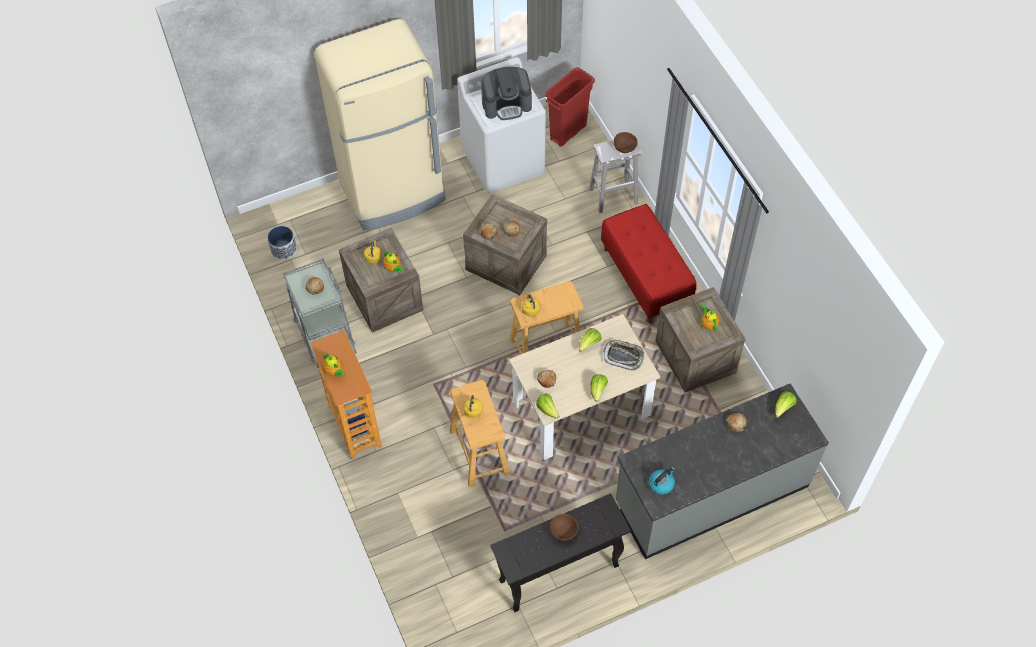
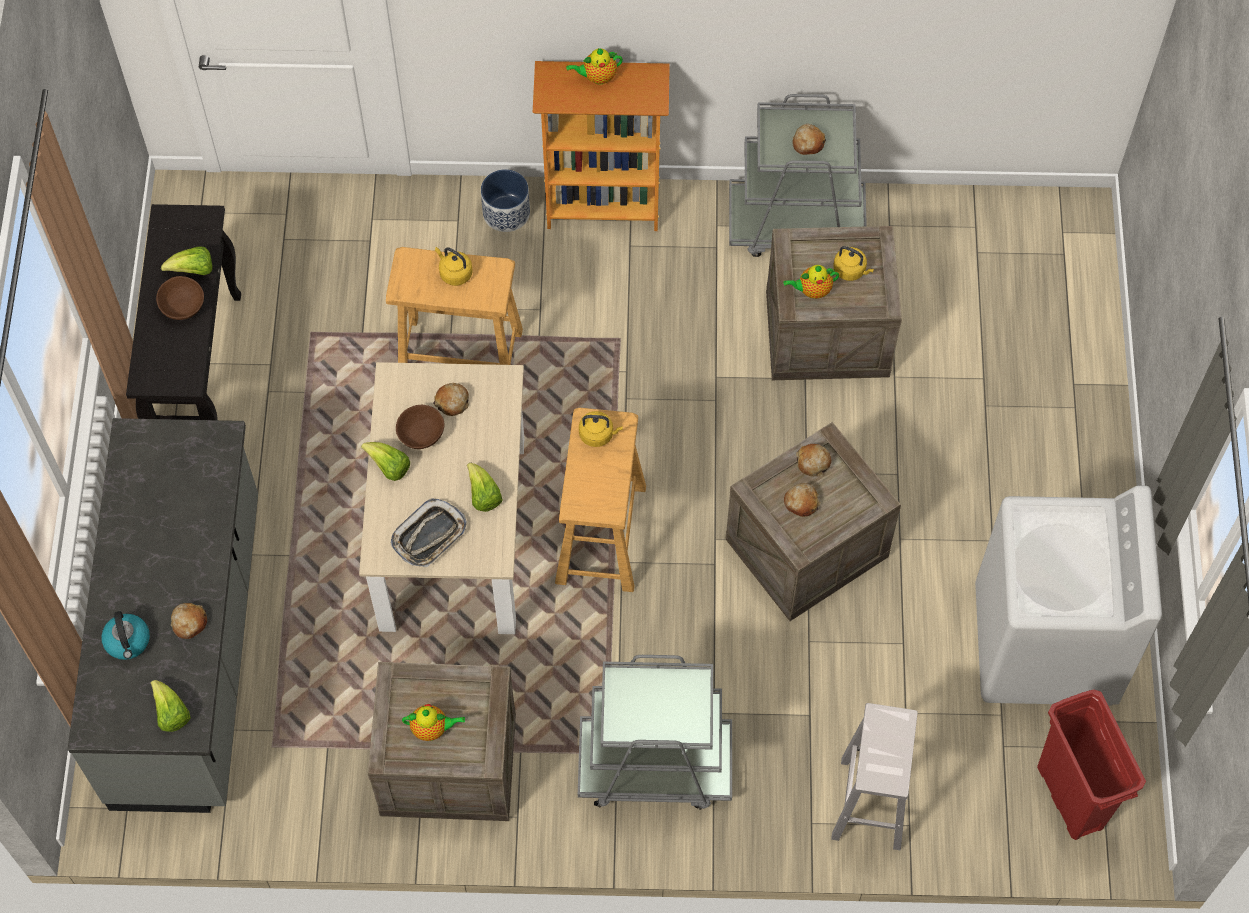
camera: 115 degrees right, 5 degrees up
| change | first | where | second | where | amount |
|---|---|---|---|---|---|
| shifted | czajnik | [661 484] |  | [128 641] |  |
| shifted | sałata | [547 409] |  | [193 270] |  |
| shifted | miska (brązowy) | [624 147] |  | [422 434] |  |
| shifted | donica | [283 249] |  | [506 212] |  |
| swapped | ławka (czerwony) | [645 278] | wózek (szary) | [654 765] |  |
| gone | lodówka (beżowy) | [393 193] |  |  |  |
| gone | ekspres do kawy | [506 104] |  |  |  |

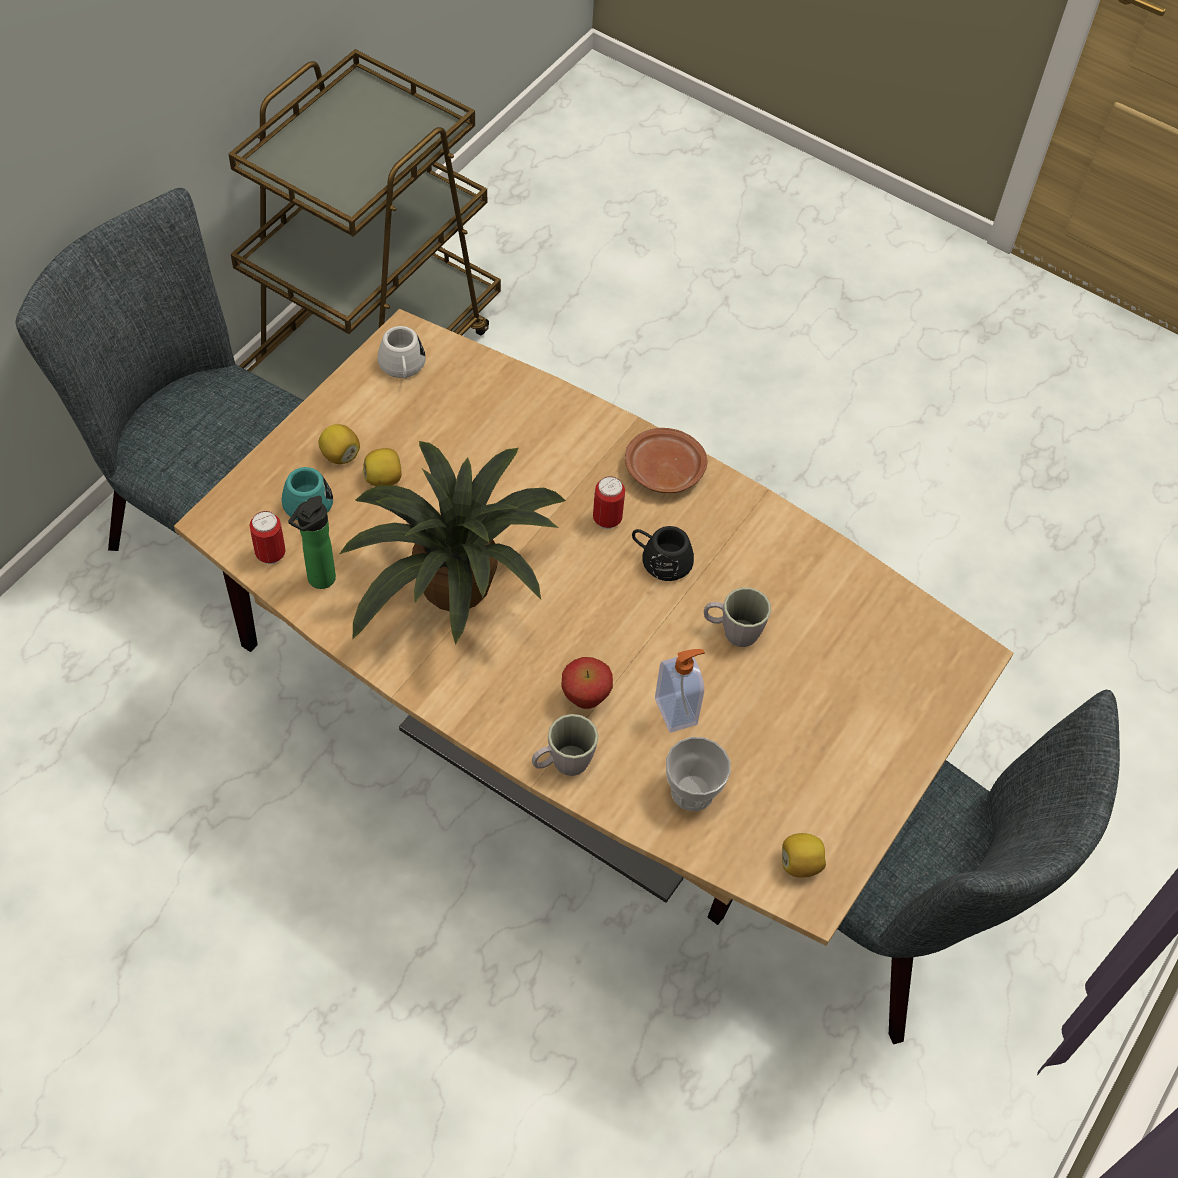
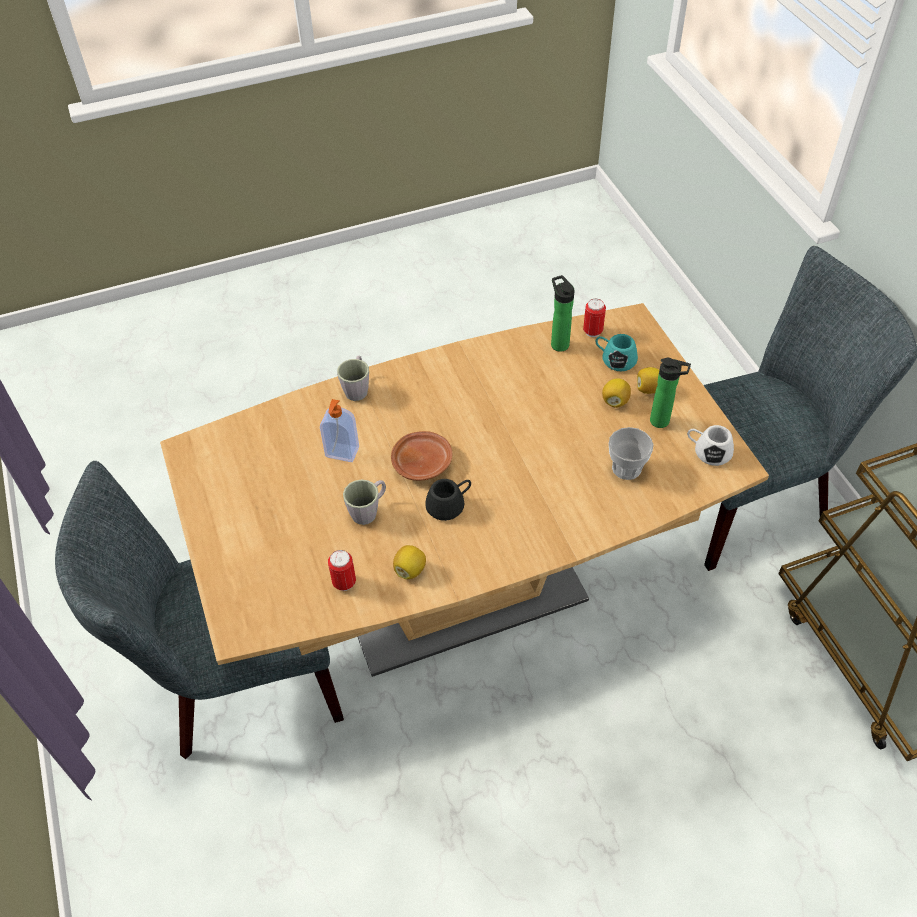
camera: 130 degrees right, 5 degrees down
| change | first | where | second | where | amount |
|---|---|---|---|---|---|
| shifted | puszka | [607 519] |  | [344 582] |  |
| shifted | talerz (brązowy) | [663 470] |  | [422 462] |  |
| shifted | cytryna | [800 863] |  | [410 569] |  |
| shifted | filiżanka | [692 791] |  | [626 468] |  |
| new |  |  | butelka | [662 422] |  |
| gone | roślina doniczkowa | [453 591] |  |  |  |
| gone | jabłko | [585 699] |  |  |  |

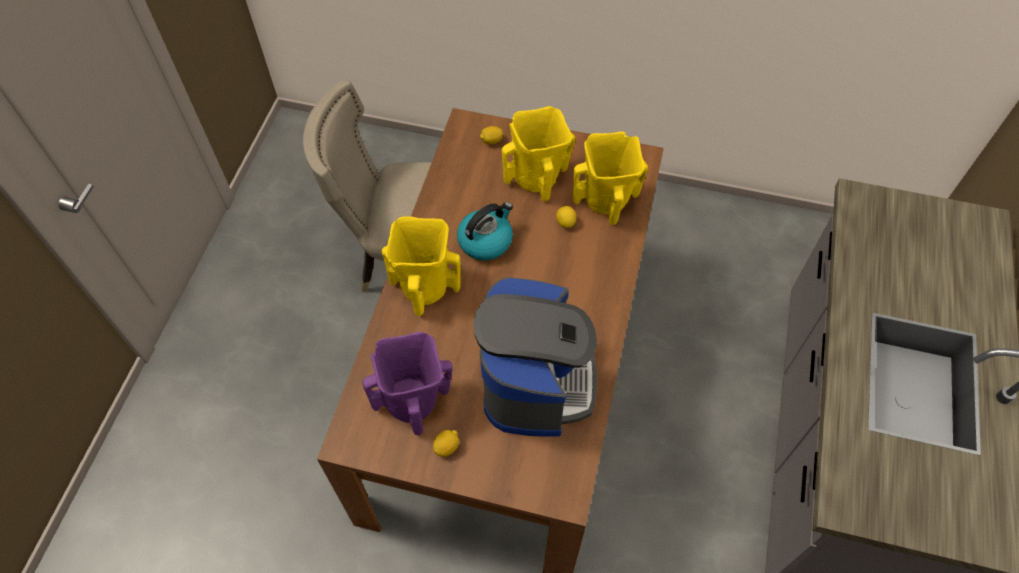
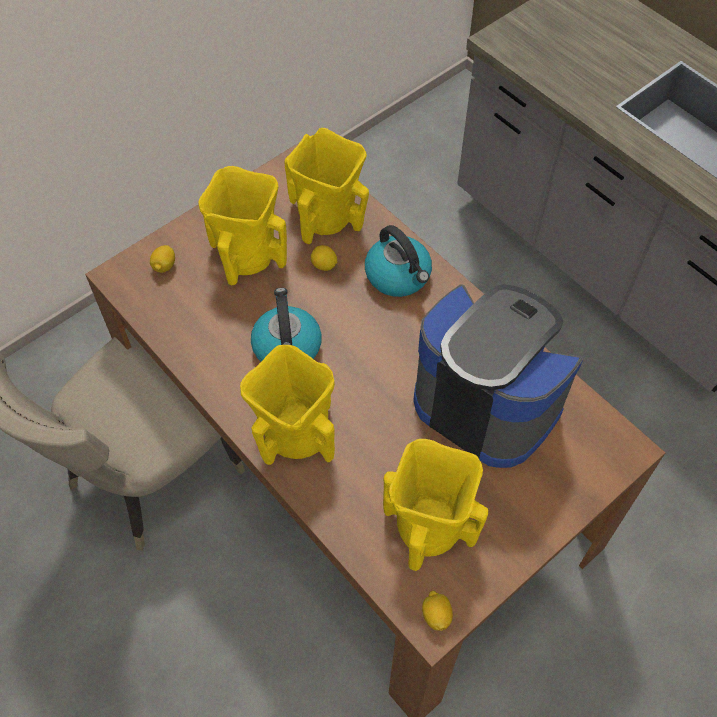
camera: 55 degrees left, 0 degrees up
| change | first | where | second | where | amount |
|---|---|---|---|---|---|
| new |  |  | czajnik | [399 276] |  |
| repainted | wazon (fioletowy) | [414 401] | wazon (żółty) | [429 525] |  |
| shifted | cytryna | [446 447] |  | [436 615] |  |

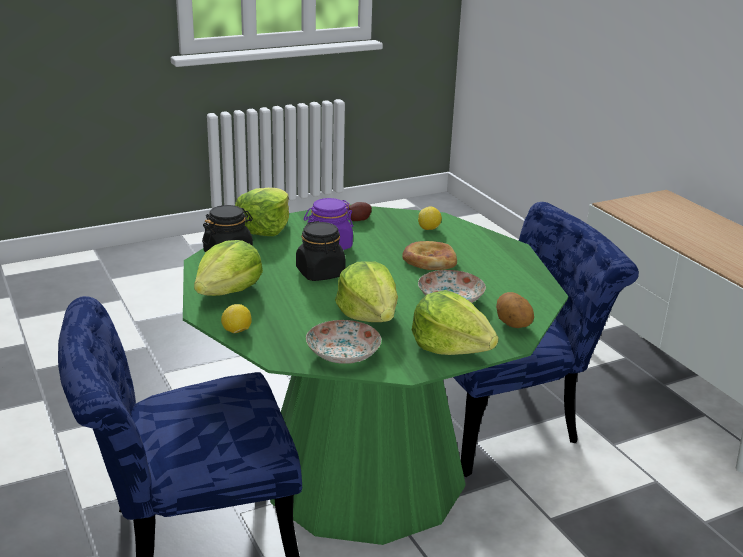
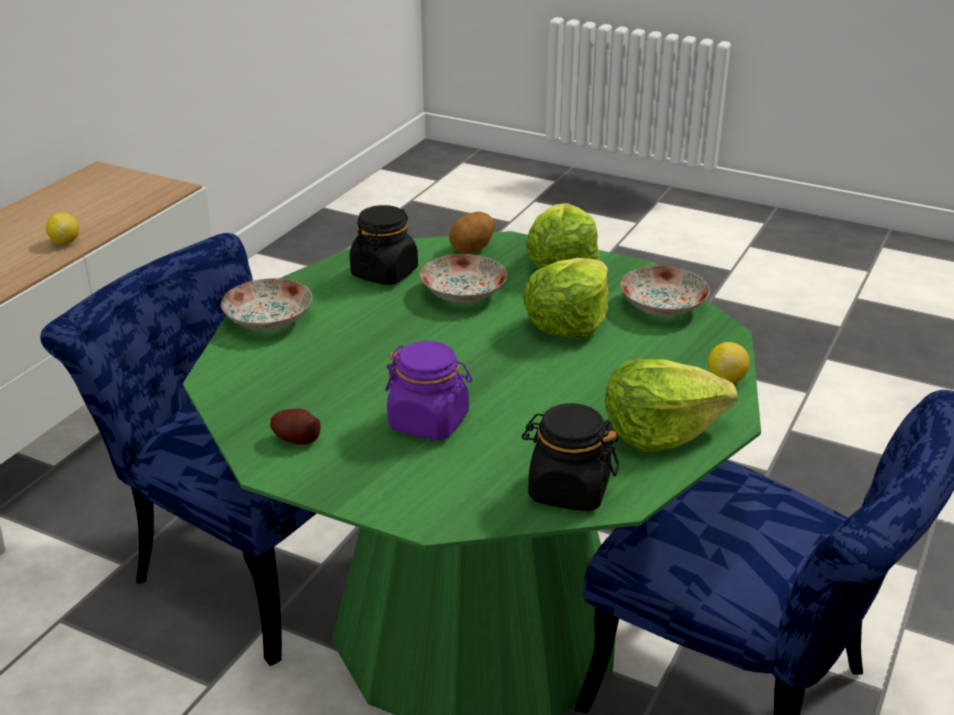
camera: 125 degrees left, 5 degrees up
| change | first | where | second | where | amount |
|---|---|---|---|---|---|
| shifted | cytryna | [429 229] |  | [65 242] |  |
| new |  |  | talerz | [268 319] |  |
| shifted | słoik (czarny) | [320 273] |  | [384 273] |  |
| gone | sałata | [264 228] |  |  |  |
| gone | chleb | [429 260] |  |  |  |

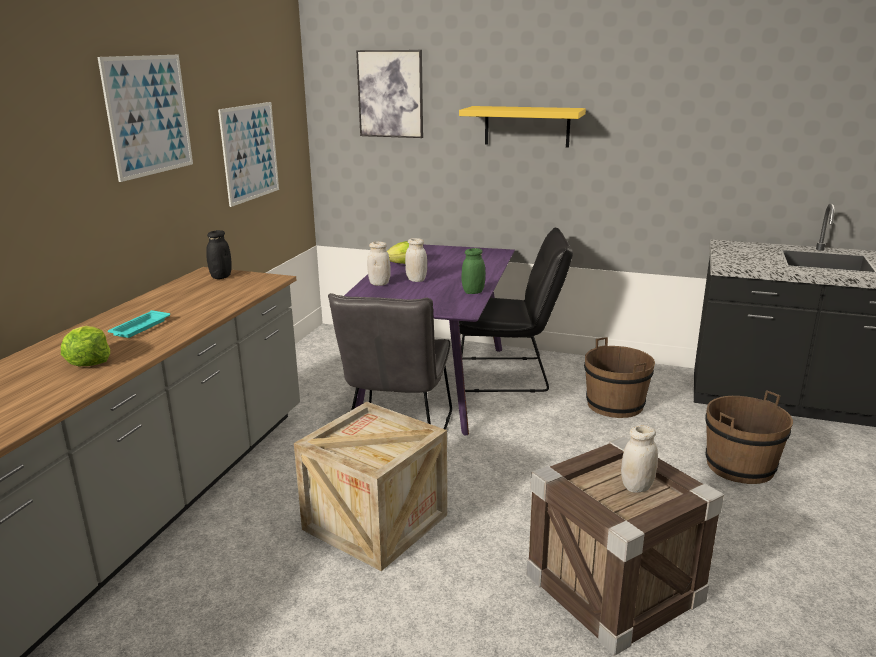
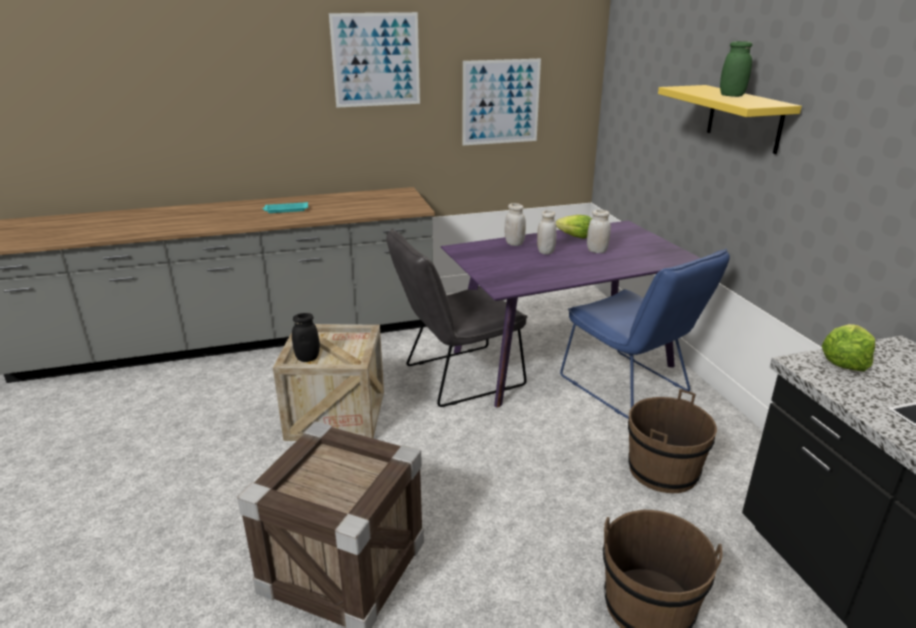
camera: 55 degrees right, 5 degrees up
| change | first | where | second | where | amount |
|---|---|---|---|---|---|
| shifted | słoik (czarny) | [221 277] |  | [307 358] |  |
| repainted | krzesło (czarny) | [508 375] | krzesło (niebieski) | [630 388] |  |
| shifted | słoik (biały) | [637 487] |  | [596 251] |  |
| shifted | słoik (zielony) | [473 292] |  | [731 95] |  |
| shifted | sałata | [88 361] |  | [844 361] |  |
| gone | obraz | [390 94] |  |  |  |

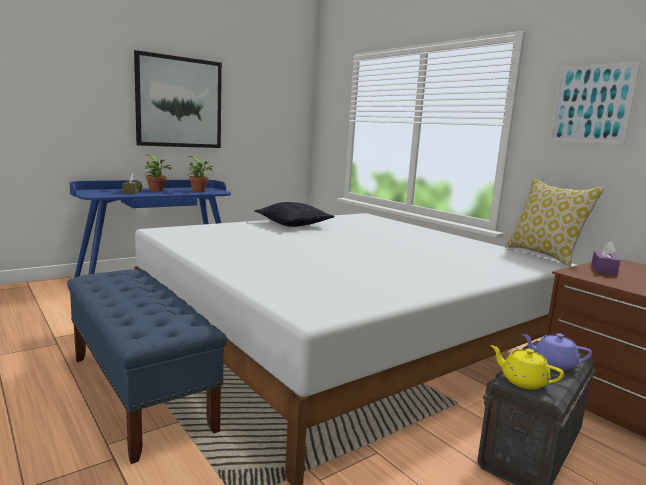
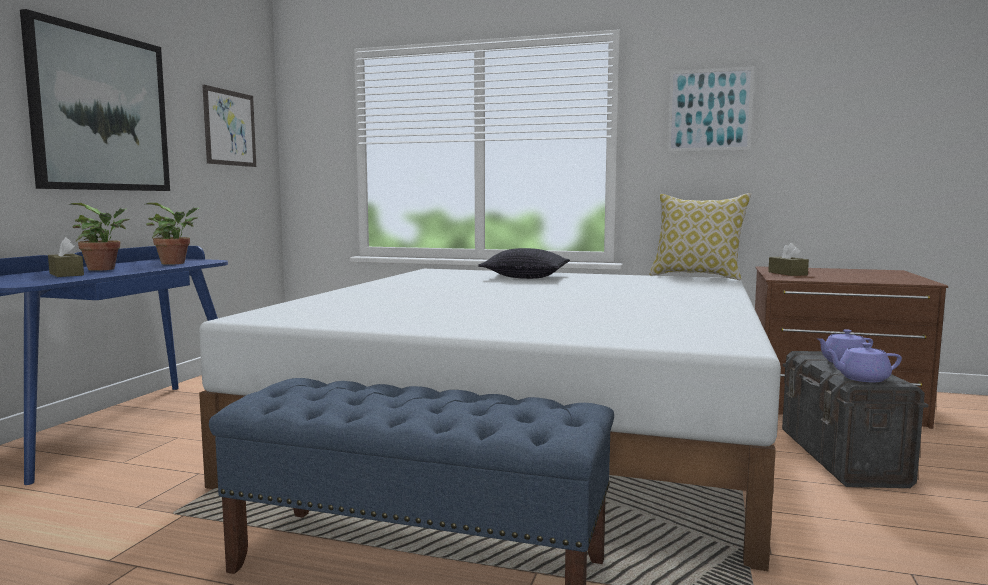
camera: 35 degrees left, 5 degrees down
| change | first | where | second | where | amount |
|---|---|---|---|---|---|
| new |  |  | obraz | [230 128] |  |
| shifted | poduszka | [294 224] |  | [526 277] |  |
| repainted | pudełko chusteczek (fioletowy) | [603 270] | pudełko chusteczek (brązowy) | [787 273] |  |
| repainted | imbryk (żółty) | [522 381] | imbryk (fioletowy) | [862 378] |  |

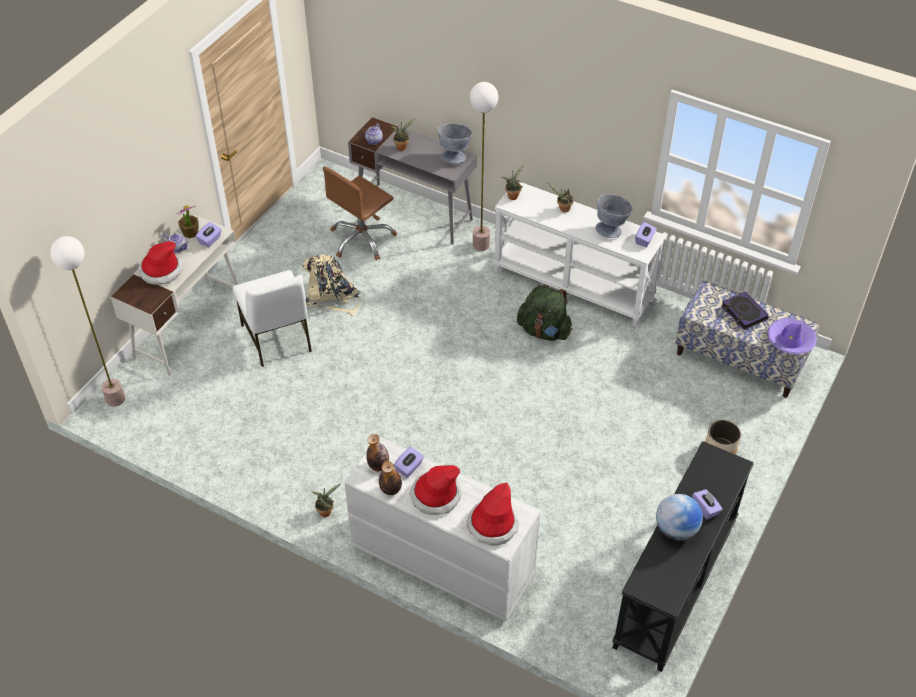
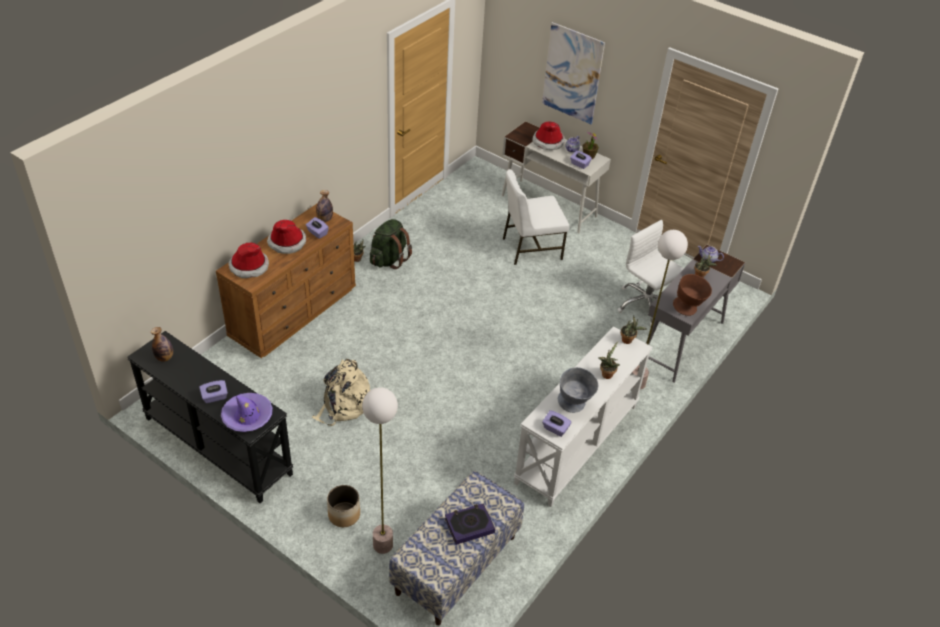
camera: 95 degrees right, 5 degrees down
| change | first | where | second | where | amount |
|---|---|---|---|---|---|
| shifted | butelka | [391 489] |  | [165 357] |  |
| repainted | komoda (biały) | [441 560] | komoda (brązowy) | [294 312] |  |
| shifted | kapelusz (fioletowy) | [790 340] |  | [247 416] |  |
| shifted | plecak (beżowy) | [332 296] |  | [343 405] |  |
| shifted | lampa stojąca | [116 398] |  | [383 545] |  |
| shifted | plecak (zielony) | [544 331] |  | [389 259] |  |
| new |  |  | obraz | [572 74] |  |
| repainted | krzesło biurowe (brązowy) | [362 239] | krzesło biurowe (biały) | [645 305] |  |
| repainted | miska (szary) | [454 155] | miska (brązowy) | [689 309] |  |
| gone | globus | [676 529] |  |  |  |

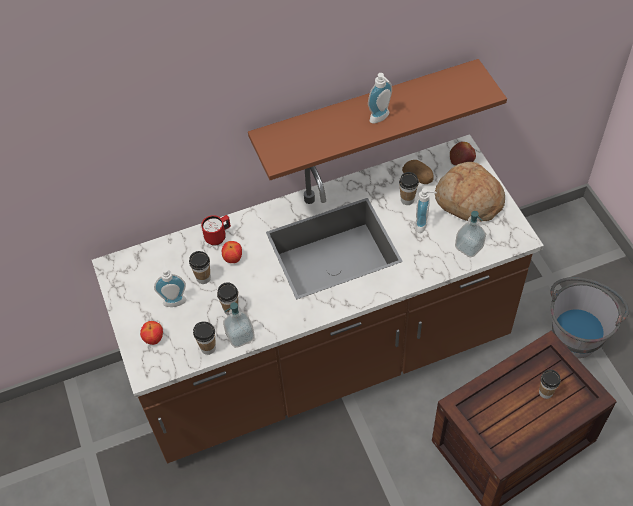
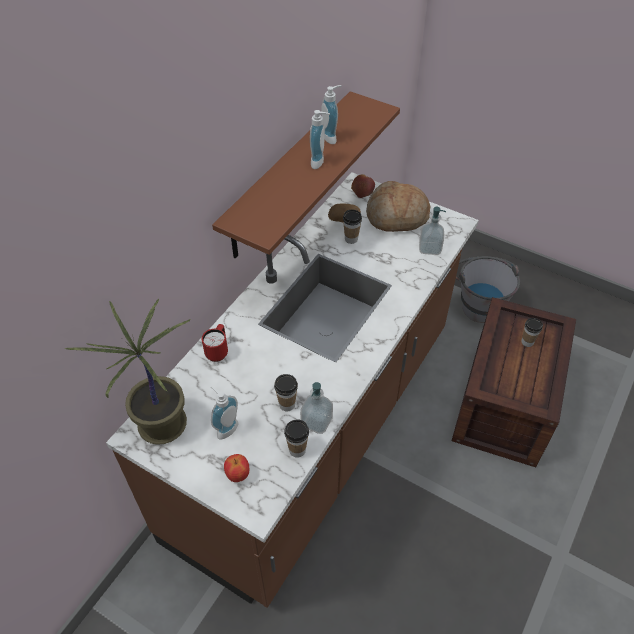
camera: 40 degrees left, 5 degrees down
| change | first | where | second | where | amount |
|---|---|---|---|---|---|
| new |  |  | roślina doniczkowa | [163 427] |  |
| shifted | dozownik mydła | [424 225] |  | [331 137] |  |
| gone | filiżanka | [203 278] |  |  |  |
| gone | jabłko | [233 259] |  |  |  |

